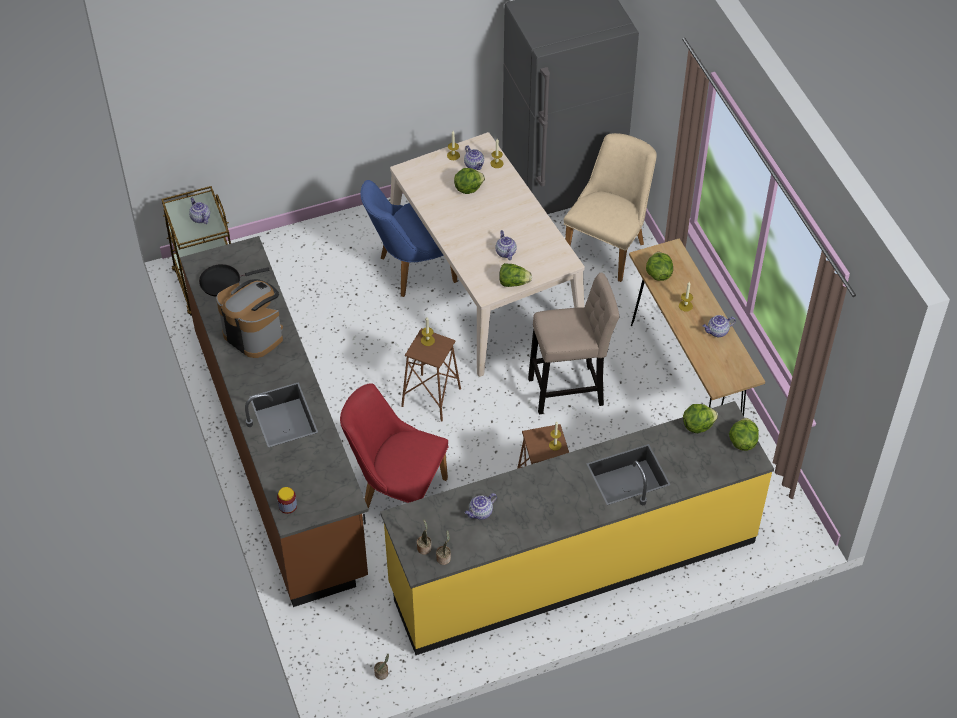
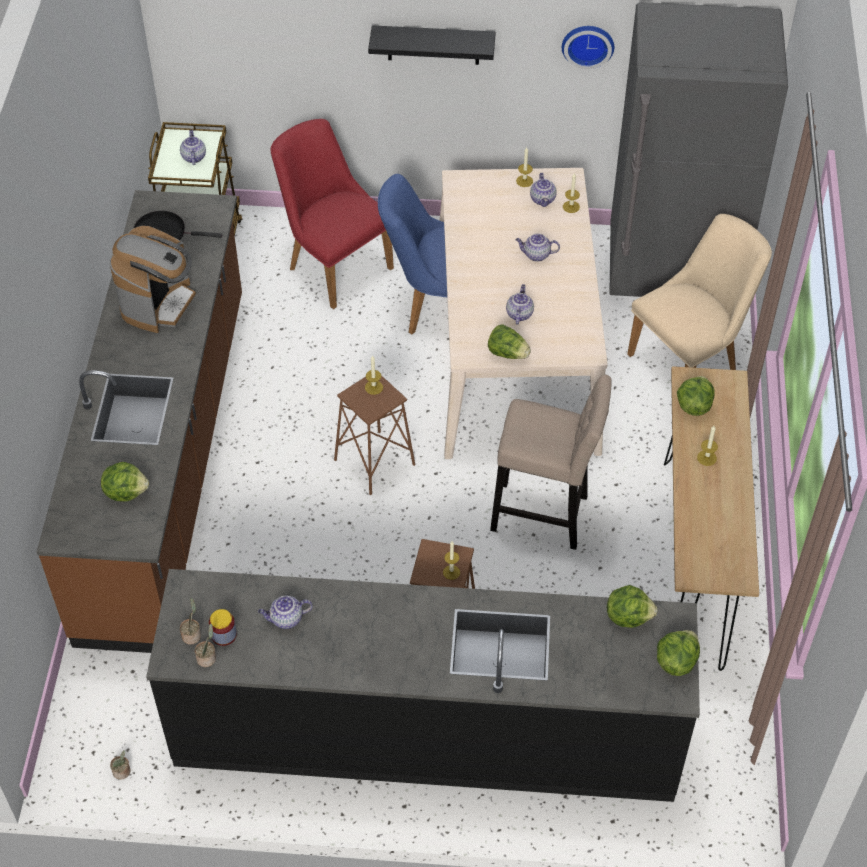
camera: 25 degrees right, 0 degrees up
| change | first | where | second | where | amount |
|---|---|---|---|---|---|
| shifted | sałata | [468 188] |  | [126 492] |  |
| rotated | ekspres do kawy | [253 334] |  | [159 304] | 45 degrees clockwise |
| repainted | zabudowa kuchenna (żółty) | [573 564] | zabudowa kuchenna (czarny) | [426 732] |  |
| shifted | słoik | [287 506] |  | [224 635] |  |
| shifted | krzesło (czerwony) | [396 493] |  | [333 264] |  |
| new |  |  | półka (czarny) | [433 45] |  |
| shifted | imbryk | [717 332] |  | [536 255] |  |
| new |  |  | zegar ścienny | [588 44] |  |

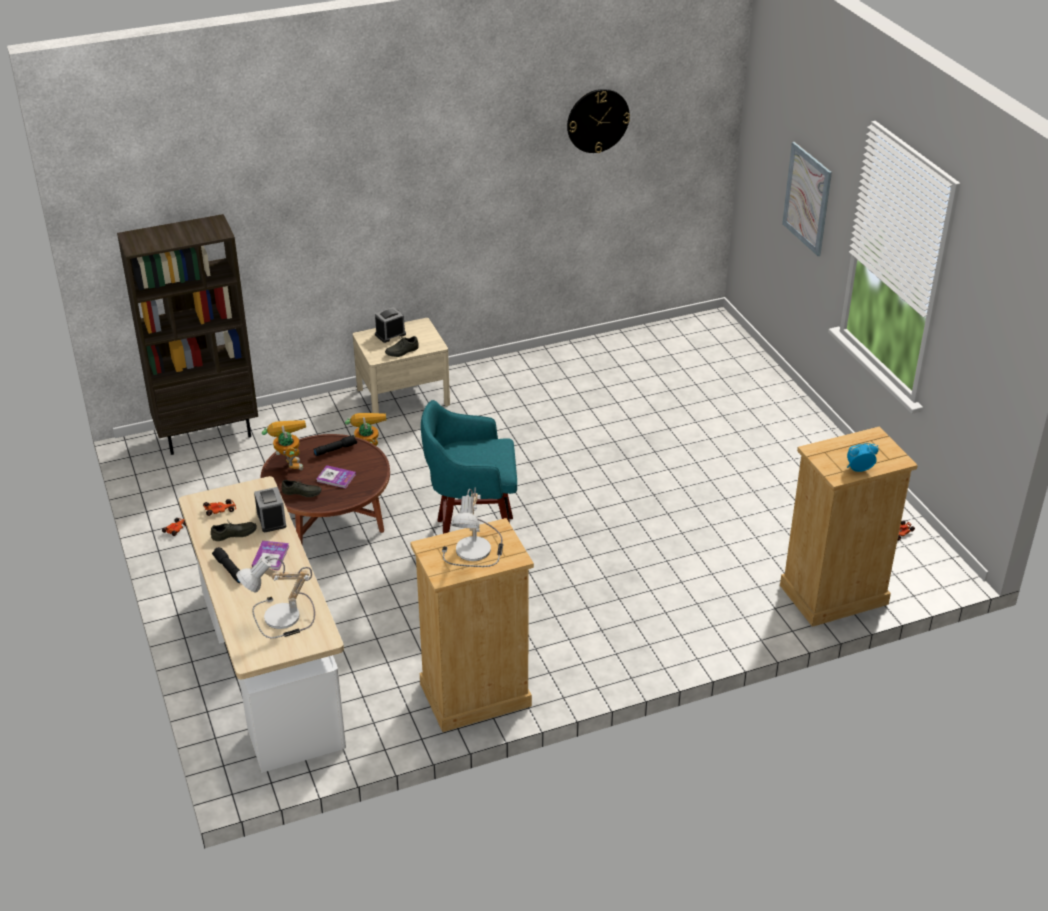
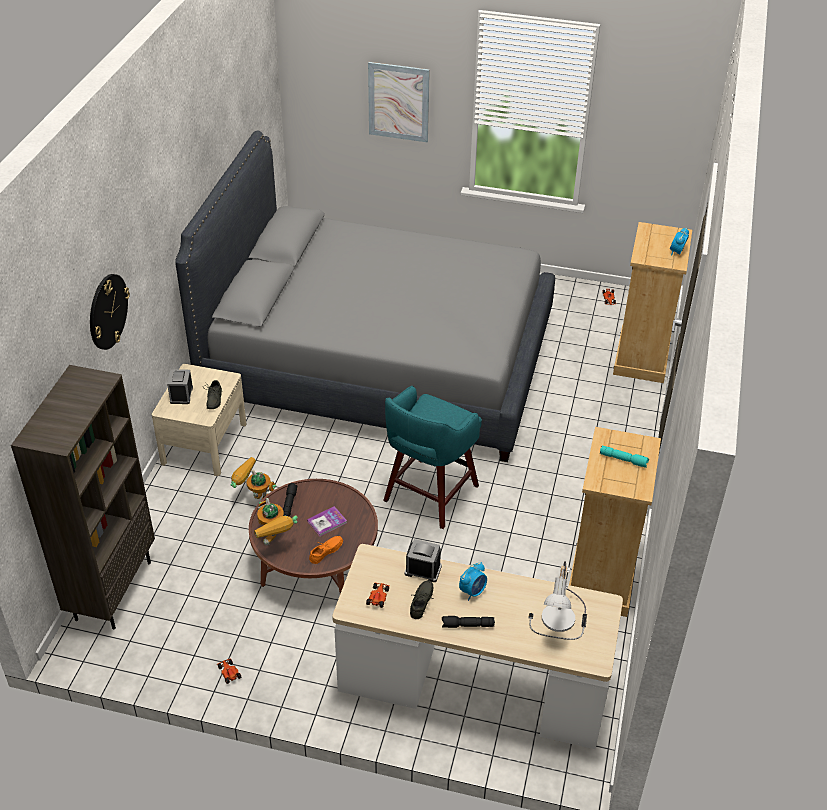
camera: 55 degrees left, 5 degrees up
| change | first | where | second | where | amount |
|---|---|---|---|---|---|
| shifted | zegar ścienny | [597 120] |  | [107 311] |  |
| new |  |  | łóżko (szary) | [379 362] |  |
| rotated | robot zabawkowy | [288 462] |  | [274 541] | 135 degrees counterclockwise |
| repainted | but (szary) | [301 493] | but (pomarańczowy) | [327 552] |  |
| swapped | książka | [270 556] | budzik | [473 591] |  |
| swapped | lampa stołowa | [476 551] | latarka (turkusowy) | [624 459] |  |

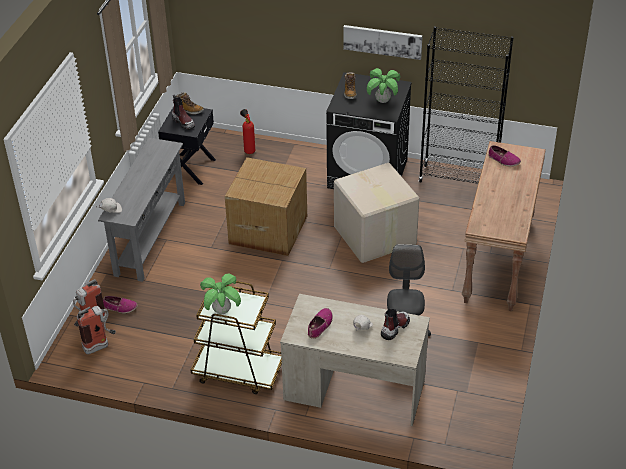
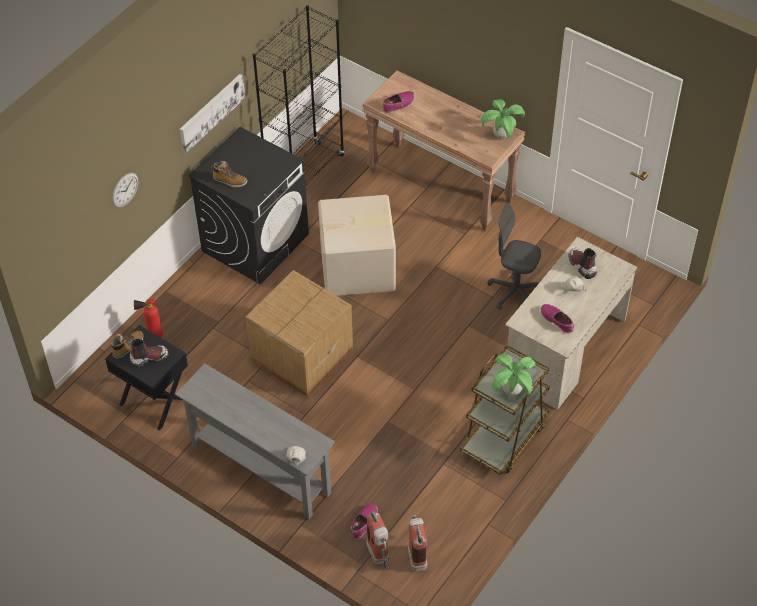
camera: 70 degrees left, 10 degrees up
| change | first | where | second | where | amount |
|---|---|---|---|---|---|
| new |  |  | zegar ścienny | [125 190] |  |
| shifted | roślina doniczkowa | [382 101] |  | [501 135] |  |

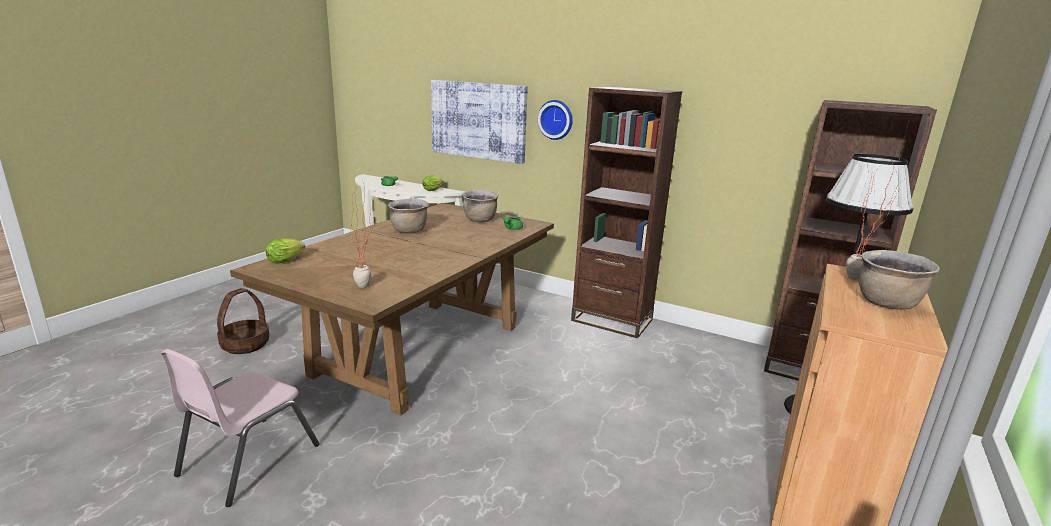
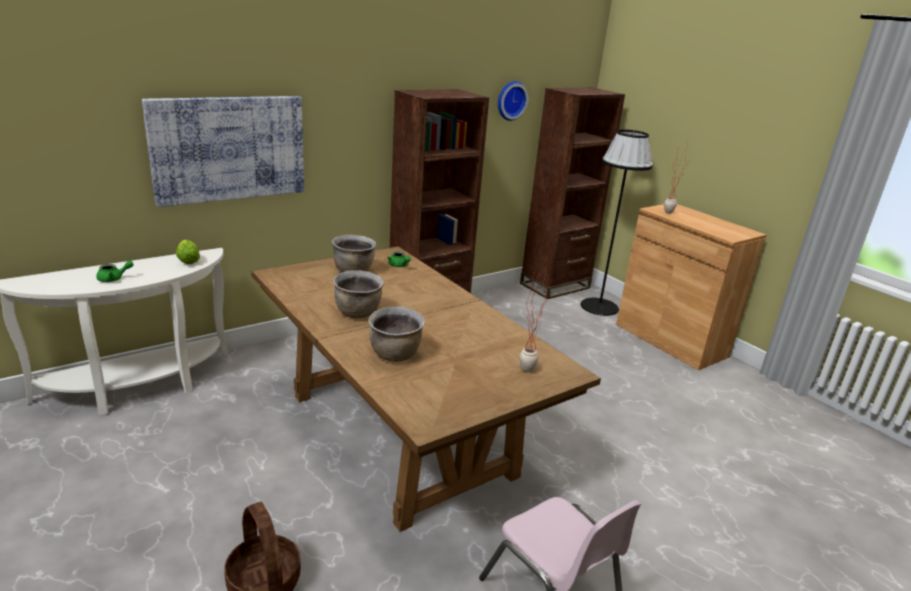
camera: 65 degrees left, 5 degrees up
| change | first | where | second | where | amount |
|---|---|---|---|---|---|
| shifted | garnek (brązowy) | [887 304] |  | [395 355] |  |
| shifted | zegar ścienny | [556 119] |  | [510 100] |  |
| gone | sałata | [287 260] |  |  |  |

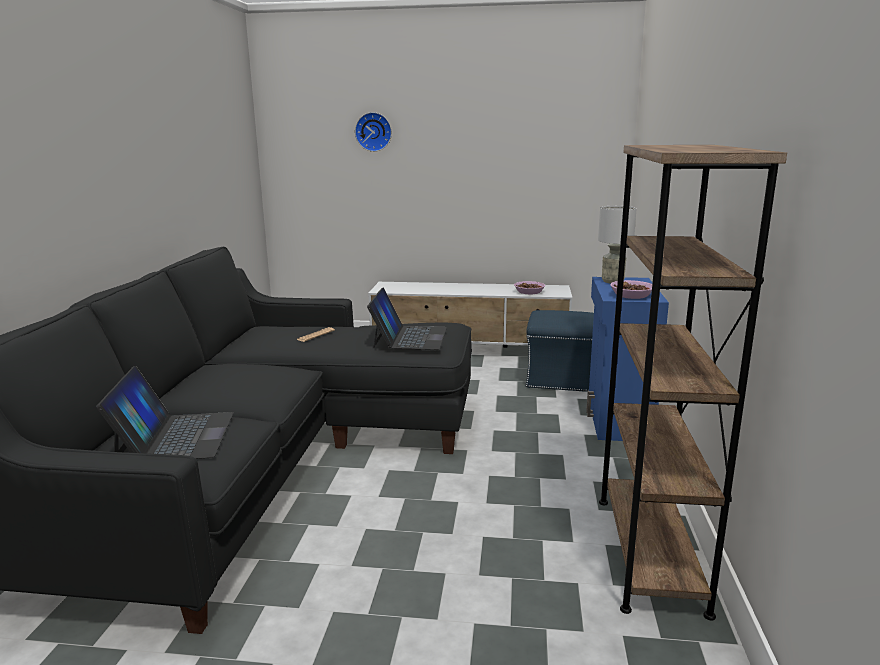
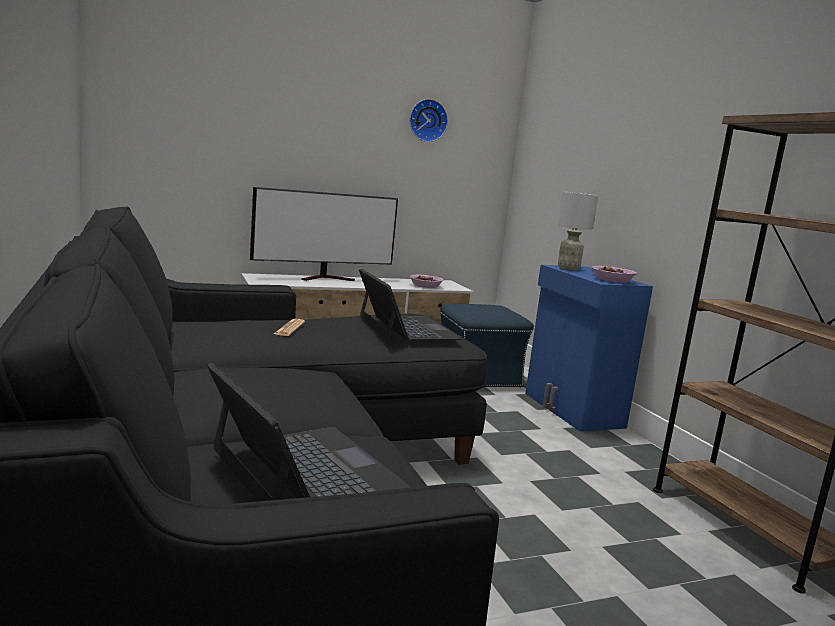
camera: 30 degrees left, 5 degrees down
| change | first | where | second | where | amount |
|---|---|---|---|---|---|
| new |  |  | telewizor | [327 278] |  |
| shifted | zegar ścienny | [373 132] |  | [427 120] |  |

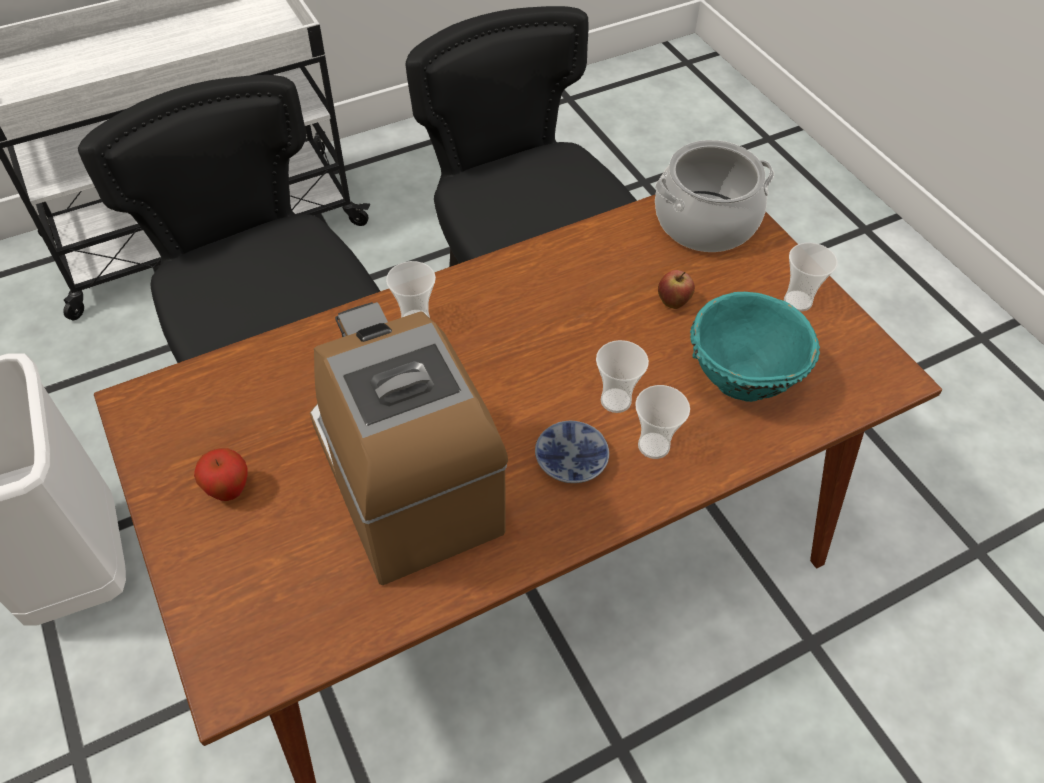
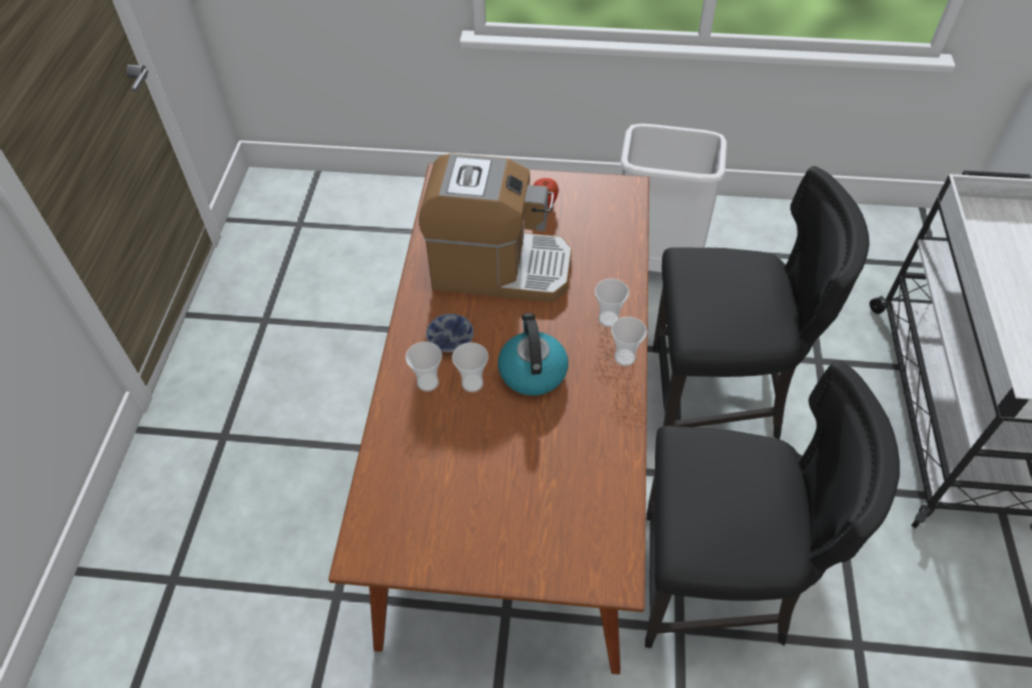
camera: 125 degrees right, 0 degrees up
| change | first | where | second | where | amount |
|---|---|---|---|---|---|
| new |  |  | czajnik | [532 371] |  |
| shifted | filiżanka | [798 301] |  | [624 357] |  |
| gone | garnek | [705 221] |  |  |  |
| gone | jabłko | [673 303] |  |  |  |
| gone | miska (turkusowy) | [740 378] |  |  |  |

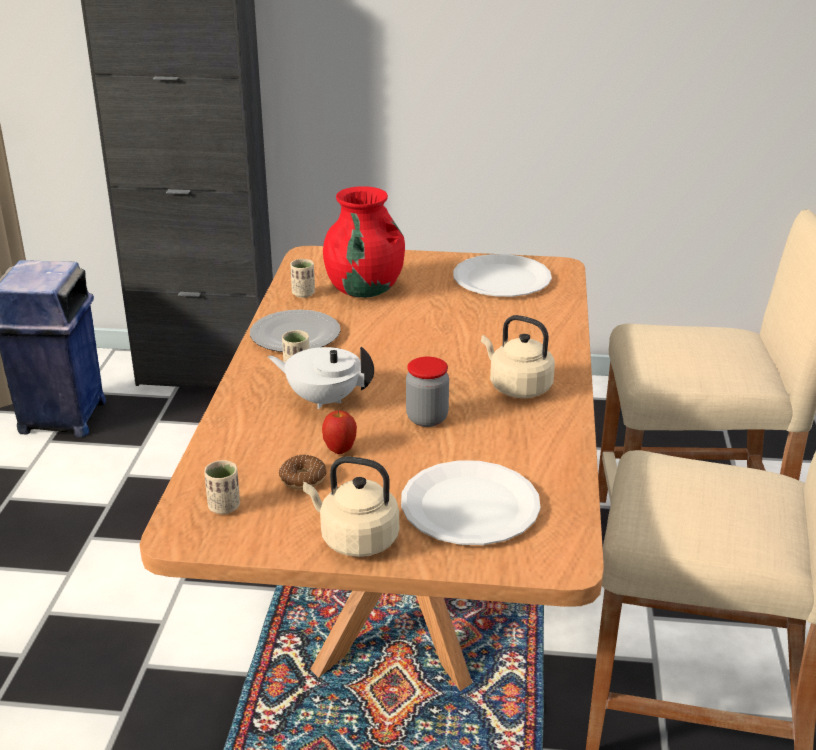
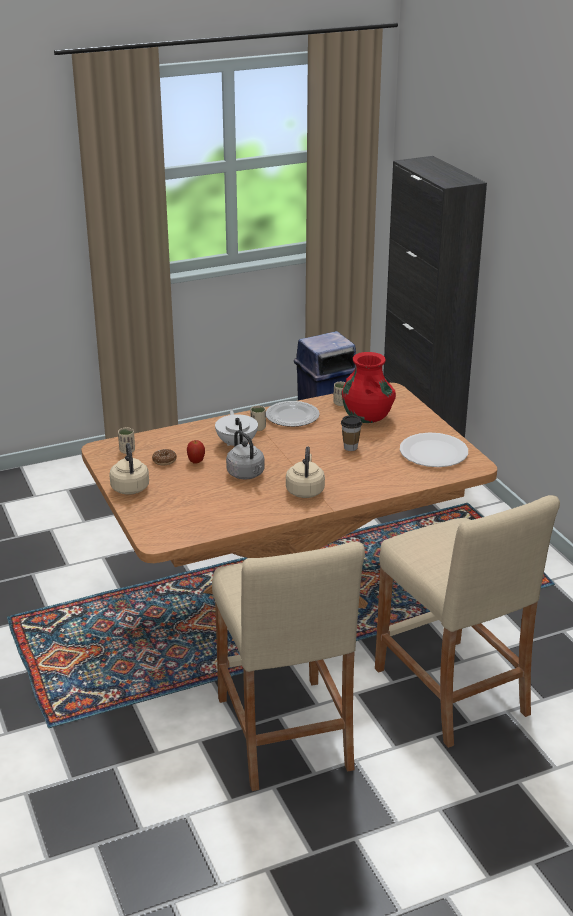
camera: 60 degrees right, 0 degrees up
| change | first | where | second | where | amount |
|---|---|---|---|---|---|
| swapped | słoik | [427 418] | czajnik (szary) | [247 474] |  |
| new |  |  | filiżanka | [350 447] |  |
| gone | talerz (biały) | [469 506] |  |  |  |

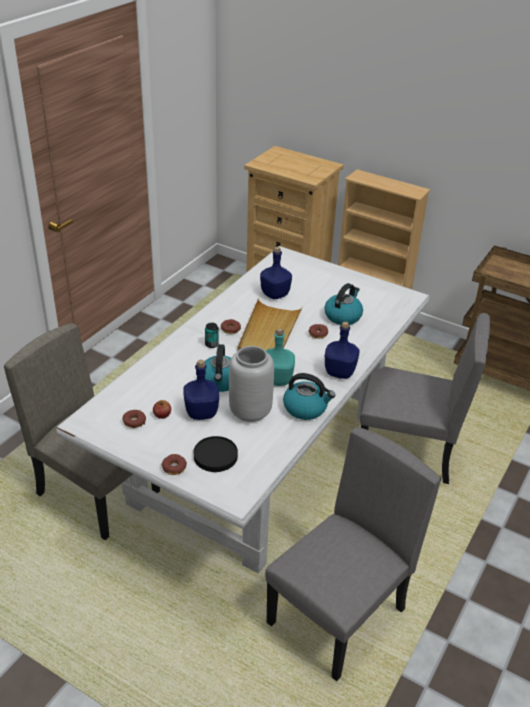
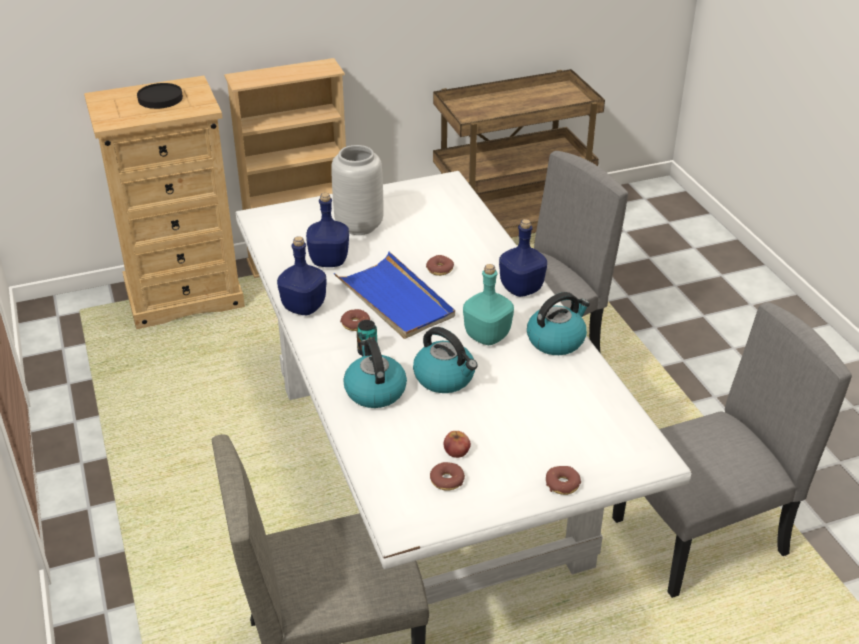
camera: 50 degrees left, 0 degrees up
| change | first | where | second | where | amount |
|---|---|---|---|---|---|
| shifted | talerz (czarny) | [215 456] |  | [160 98] |  |
| shifted | butelka (niebieski) | [201 413] |  | [305 307] |  |
| shifted | wazon (szary) | [250 411] |  | [358 225] |  |
| repainted | taca (beżowy) | [269 332] | taca (niebieski) | [395 299] |  |
| shifted | czajnik | [343 316] |  | [374 391] |  |
| rotated | krzesło (szary) | [337 617] |  | [700 538] | 75 degrees clockwise |

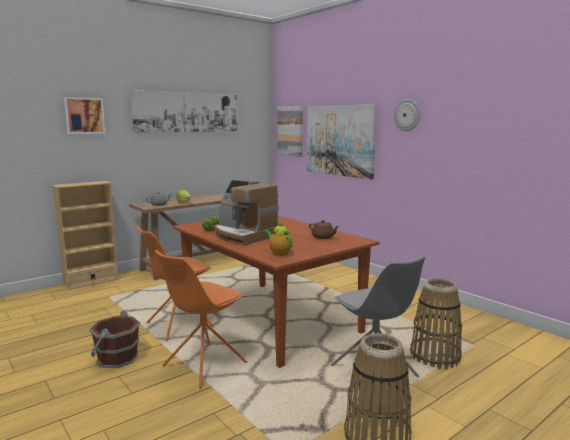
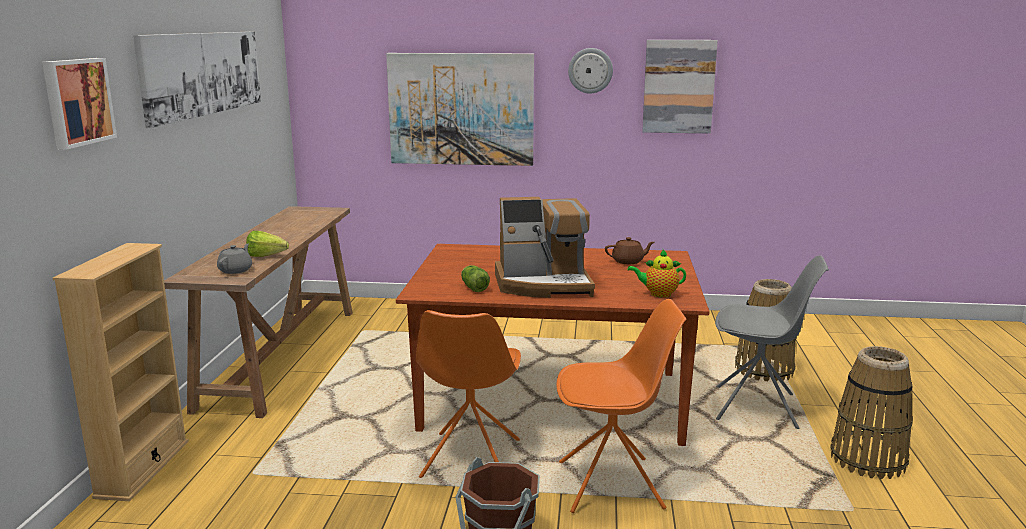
camera: 45 degrees left, 5 degrees up
| change | first | where | second | where | amount |
|---|---|---|---|---|---|
| rotated | krzesło (pomarańczowy) | [203 365] |  | [612 485] | 90 degrees counterclockwise |
| shifted | obraz | [290 131] |  | [678 86] |  |

